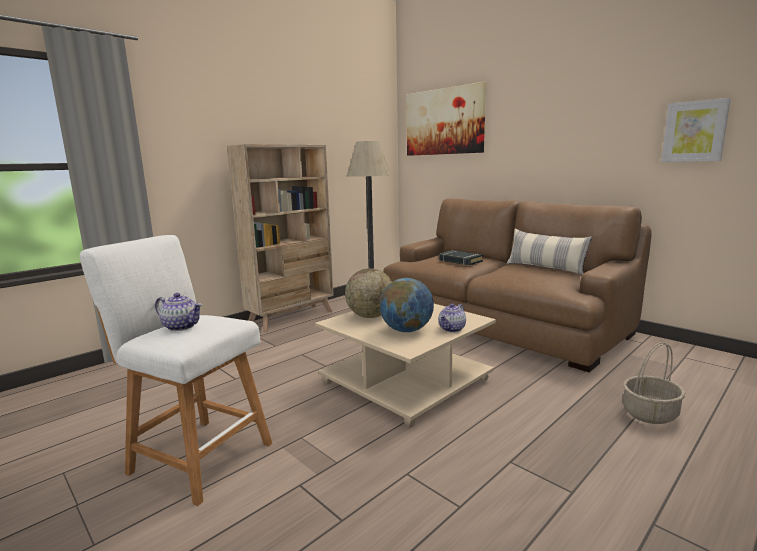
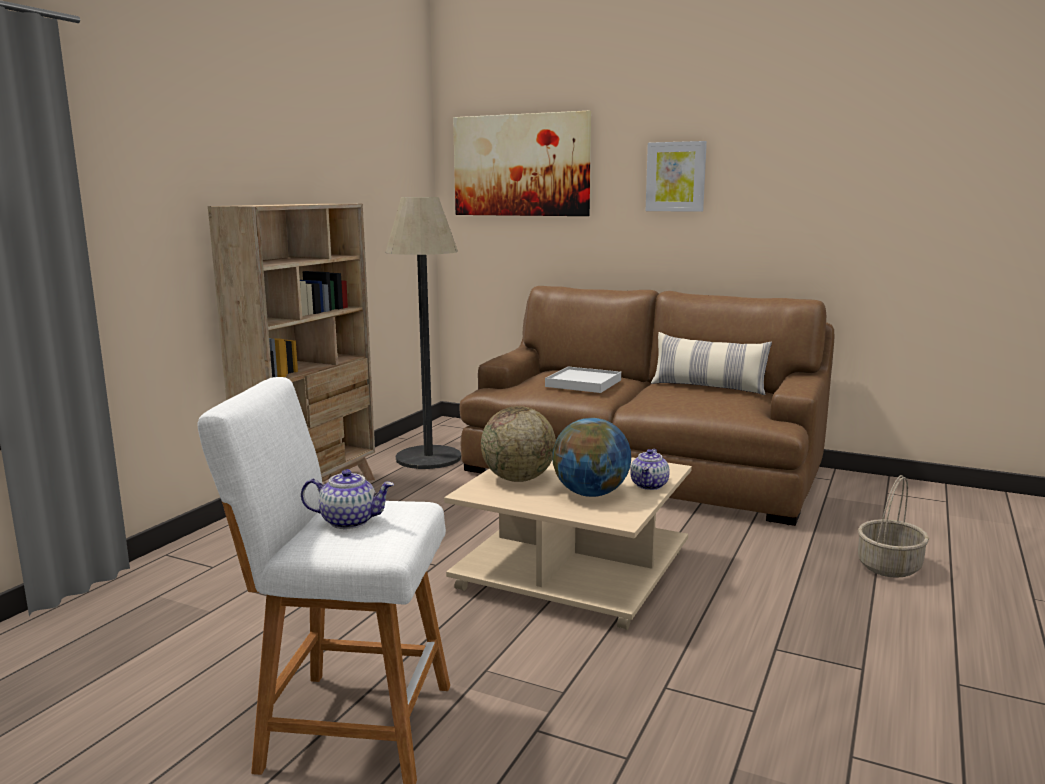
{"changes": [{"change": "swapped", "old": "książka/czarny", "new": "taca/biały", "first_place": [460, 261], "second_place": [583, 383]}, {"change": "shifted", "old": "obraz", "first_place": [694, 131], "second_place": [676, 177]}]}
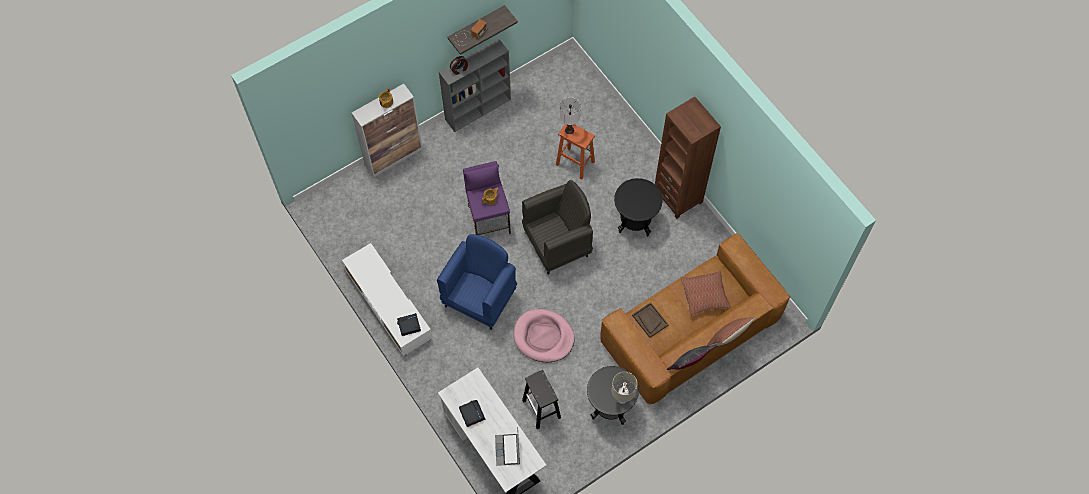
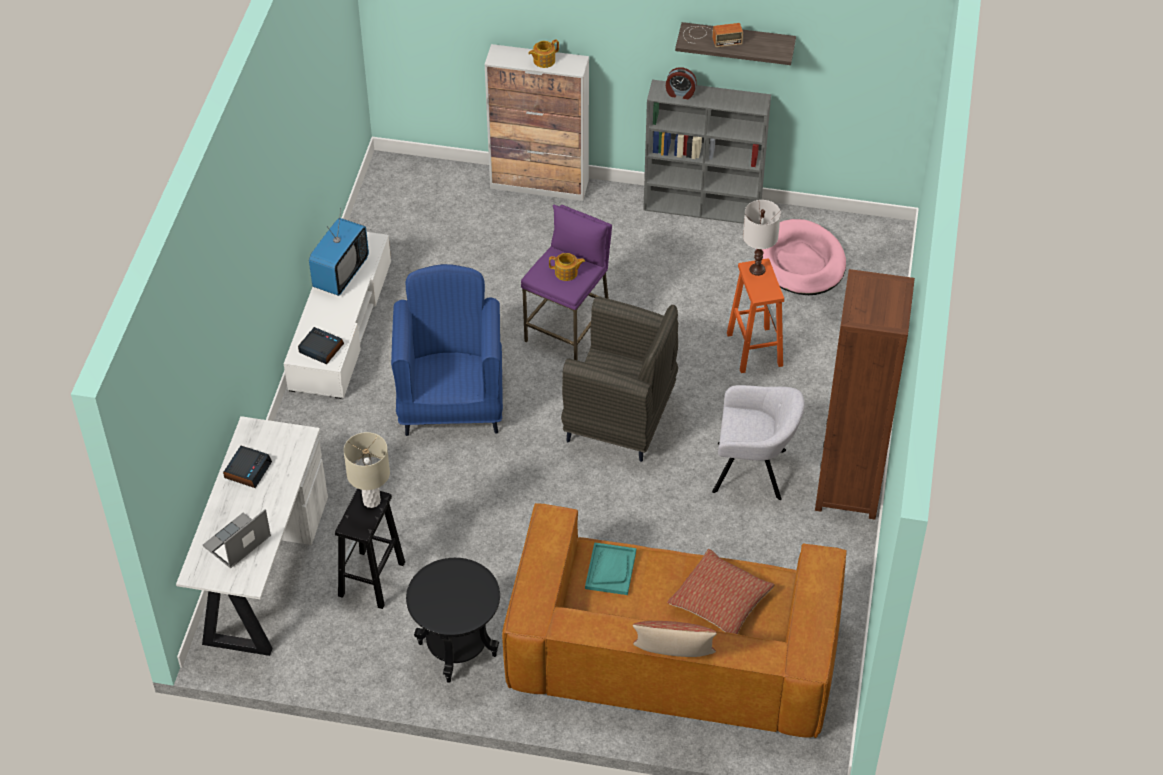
{"changes": [{"change": "rotated", "old": "fotel/niebieski", "first_place": [480, 298], "second_place": [451, 402], "degrees": -75}, {"change": "shifted", "old": "legowisko/różowy", "first_place": [543, 337], "second_place": [800, 262]}, {"change": "shifted", "old": "lampa stołowa/beżowy", "first_place": [622, 399], "second_place": [372, 501]}, {"change": "swapped", "old": "stolik/czarny", "new": "fotel/szary", "first_place": [635, 221], "second_place": [753, 471]}, {"change": "repainted", "old": "taca/brązowy", "new": "taca/turkusowy", "first_place": [650, 320], "second_place": [610, 570]}, {"change": "gone", "old": "poduszka/szary", "first_place": [689, 364]}, {"change": "new", "new": "telewizor", "second_place": [340, 274]}]}
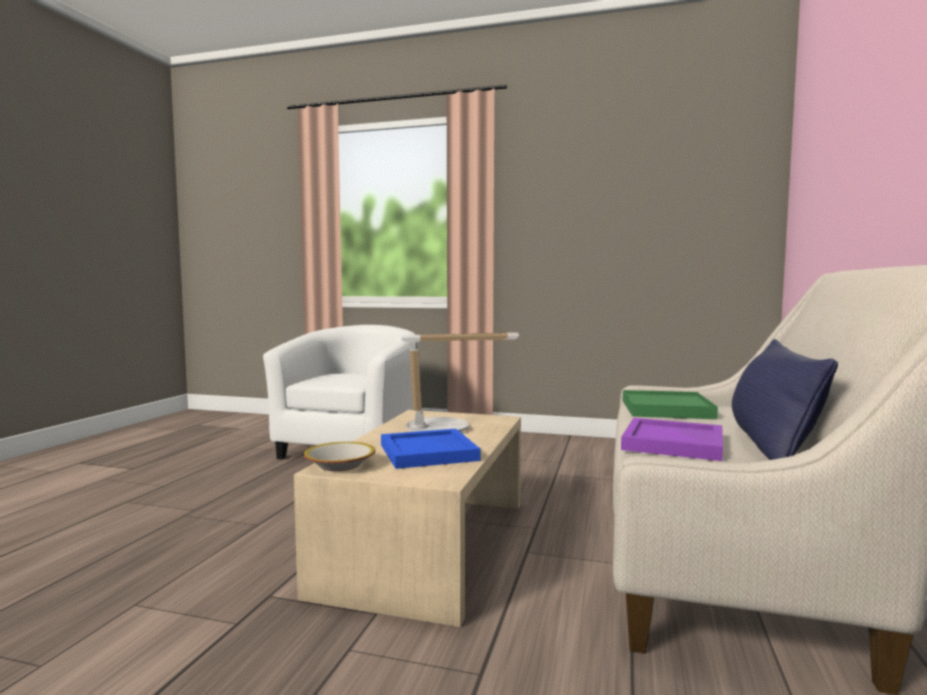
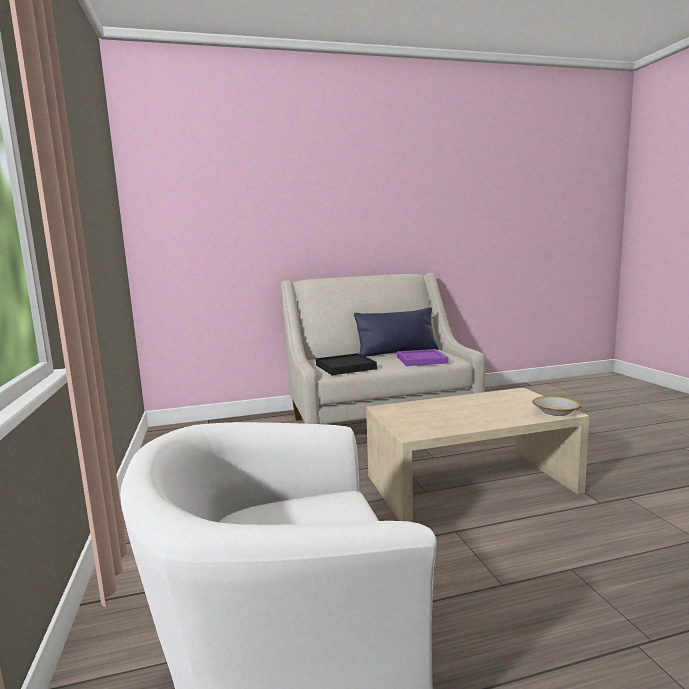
{"changes": [{"change": "gone", "old": "taca/niebieski", "first_place": [426, 452]}, {"change": "gone", "old": "lampa stołowa", "first_place": [446, 428]}, {"change": "repainted", "old": "taca/zielony", "new": "taca/czarny", "first_place": [666, 409], "second_place": [345, 367]}]}
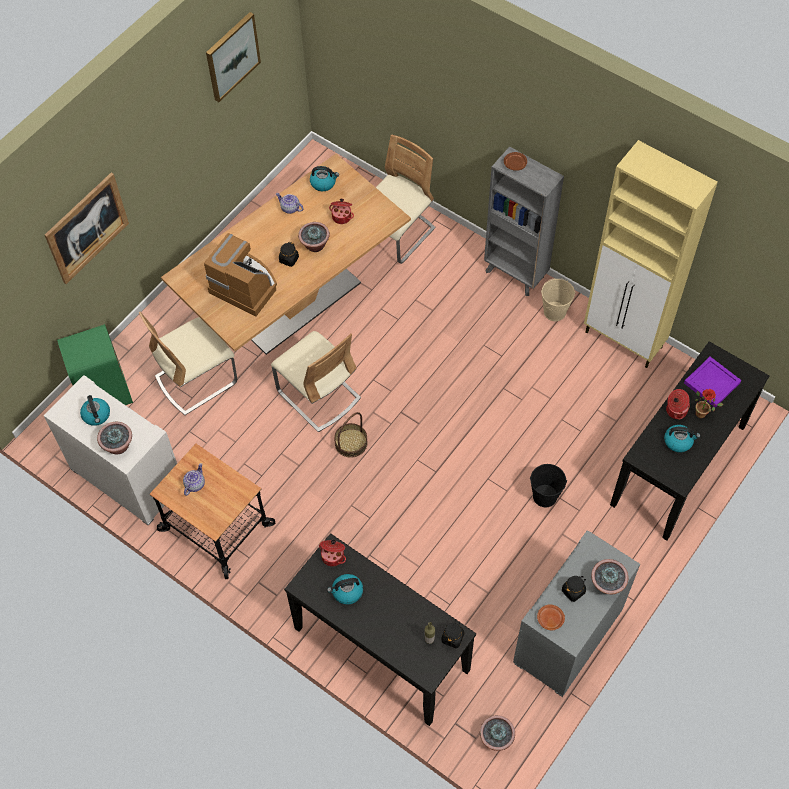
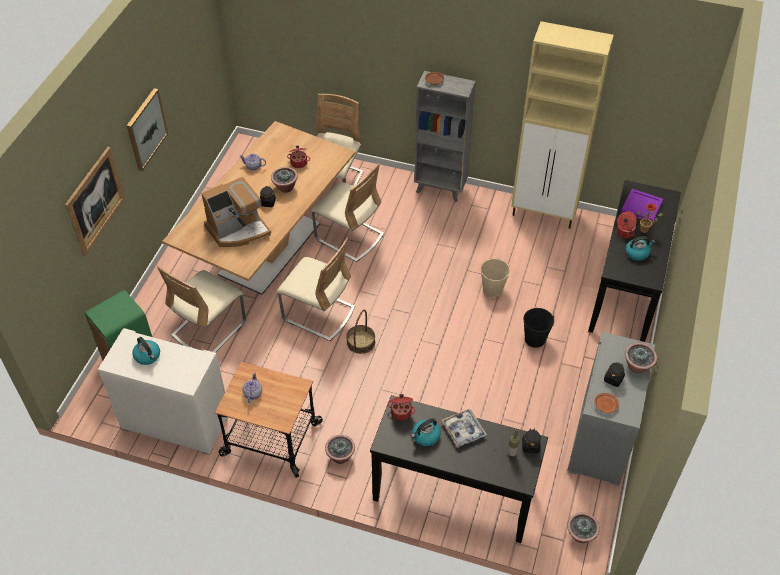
{"changes": [{"change": "shifted", "old": "roślina doniczkowa", "first_place": [118, 446], "second_place": [340, 456]}, {"change": "rotated", "old": "ekspres do kawy", "first_place": [245, 285], "second_place": [238, 230], "degrees": 135}, {"change": "shifted", "old": "obraz", "first_place": [232, 56], "second_place": [146, 129]}, {"change": "gone", "old": "czajnik", "first_place": [323, 183]}, {"change": "shifted", "old": "wiadro/beżowy", "first_place": [555, 312], "second_place": [493, 289]}, {"change": "new", "new": "krzesło/beżowy", "second_place": [349, 237]}, {"change": "new", "new": "taca", "second_place": [463, 430]}]}
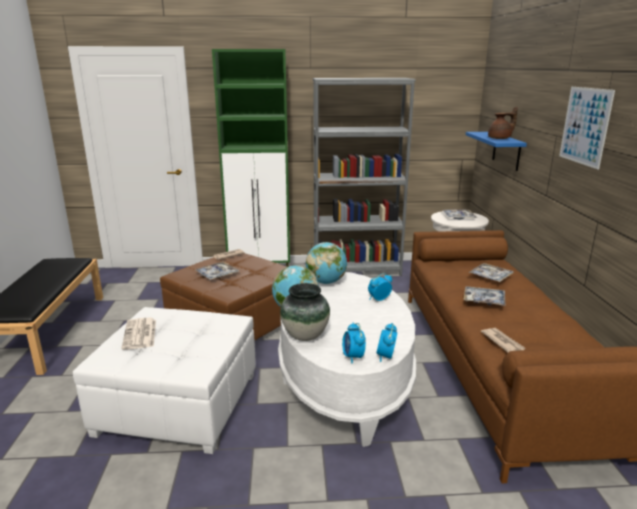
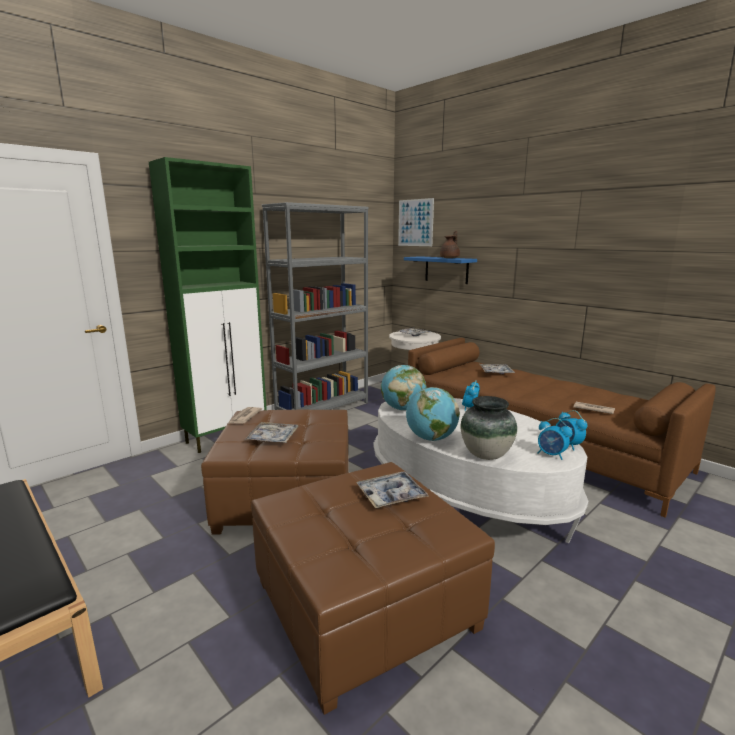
{"changes": [{"change": "repainted", "old": "pufa/biały", "new": "pufa/brązowy", "first_place": [178, 403], "second_place": [363, 604]}, {"change": "gone", "old": "gazeta", "first_place": [140, 334]}, {"change": "shifted", "old": "taca", "first_place": [484, 300], "second_place": [391, 496]}, {"change": "shifted", "old": "obraz", "first_place": [585, 126], "second_place": [415, 222]}]}
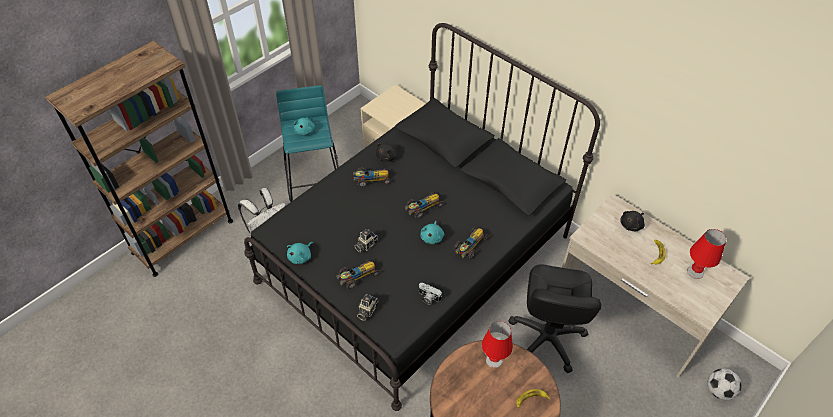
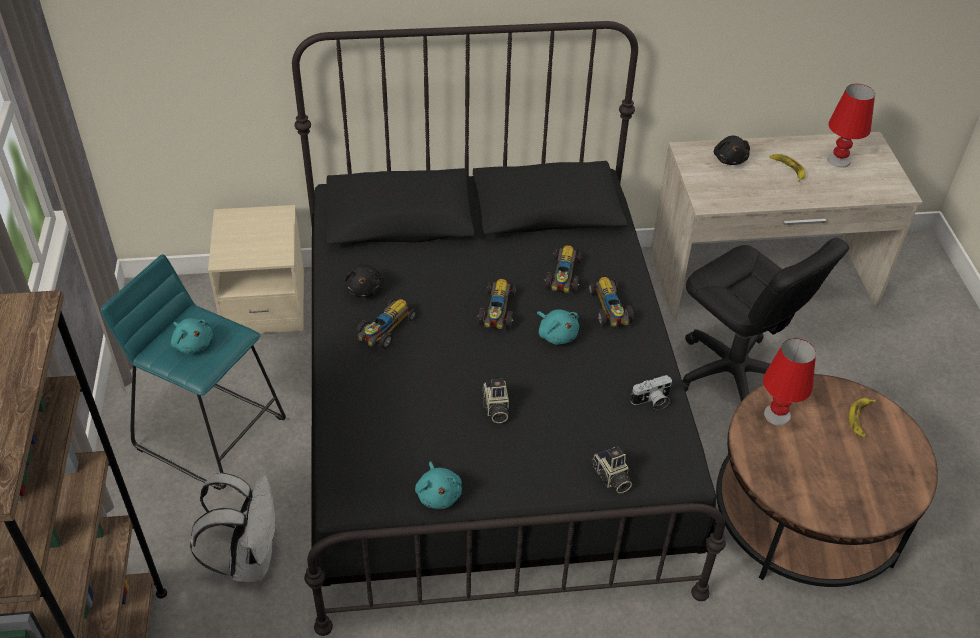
{"changes": [{"change": "shifted", "old": "samochodzik", "first_place": [357, 276], "second_place": [563, 277]}, {"change": "gone", "old": "piłka futbolowa", "first_place": [719, 390]}]}
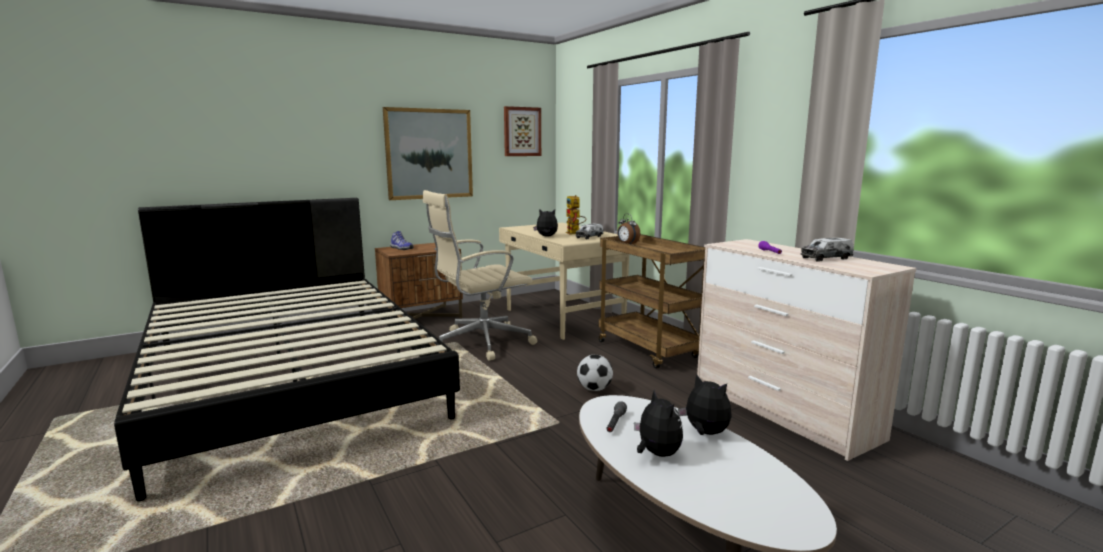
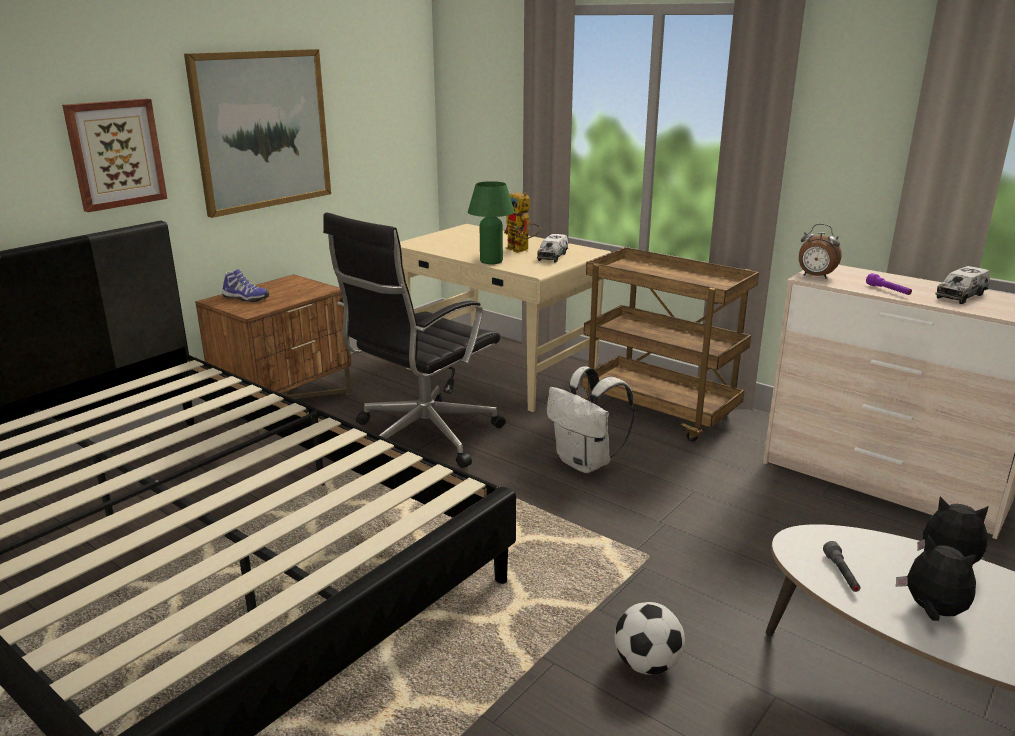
{"changes": [{"change": "repainted", "old": "krzesło biurowe/beżowy", "new": "krzesło biurowe/czarny", "first_place": [480, 343], "second_place": [422, 437]}, {"change": "shifted", "old": "obraz", "first_place": [522, 131], "second_place": [115, 154]}, {"change": "swapped", "old": "pluszak", "new": "lampa stołowa/zielony", "first_place": [546, 236], "second_place": [491, 261]}, {"change": "shifted", "old": "piłka futbolowa", "first_place": [594, 389], "second_place": [647, 665]}, {"change": "shifted", "old": "budzik", "first_place": [627, 244], "second_place": [815, 276]}, {"change": "new", "new": "plecak/biały", "second_place": [586, 463]}]}
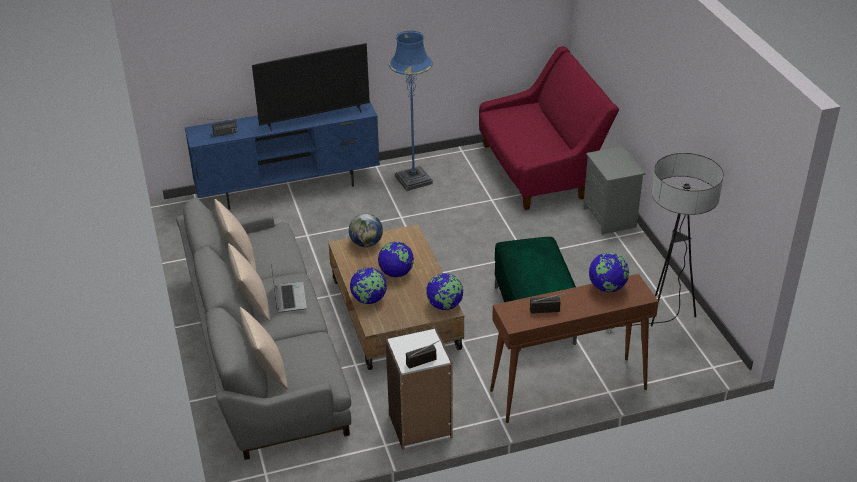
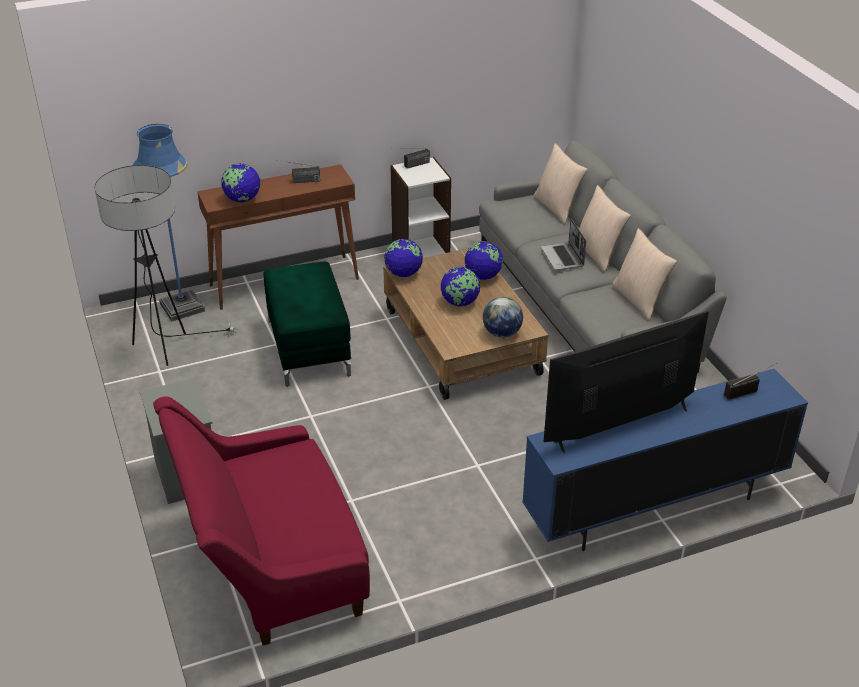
{"changes": [{"change": "shifted", "old": "lampa stojąca/niebieski", "first_place": [413, 180], "second_place": [182, 307]}]}
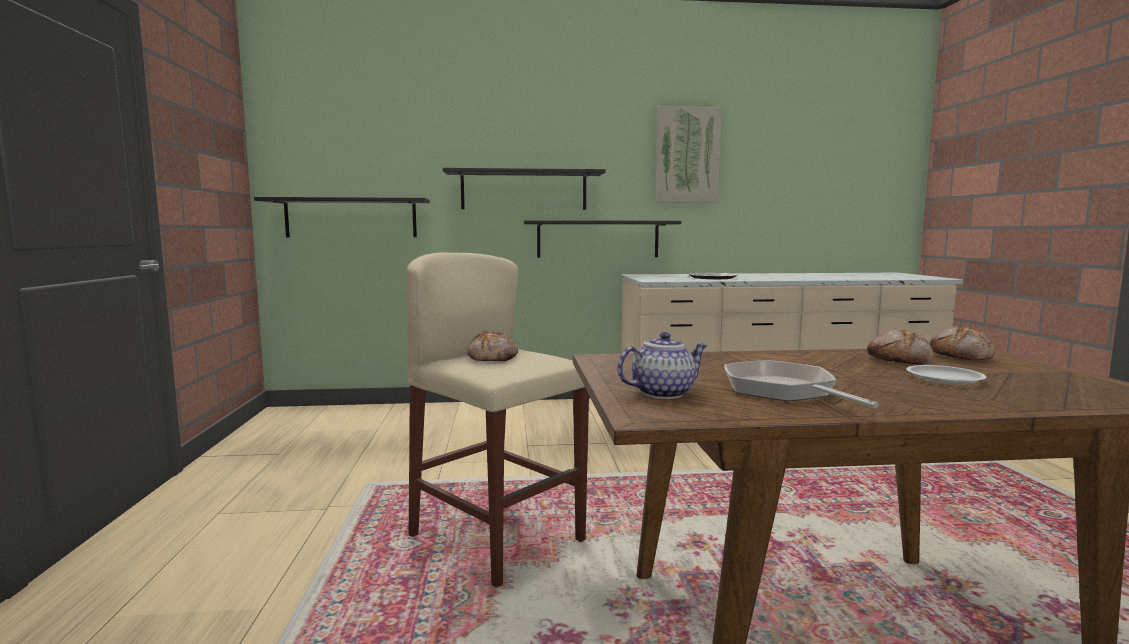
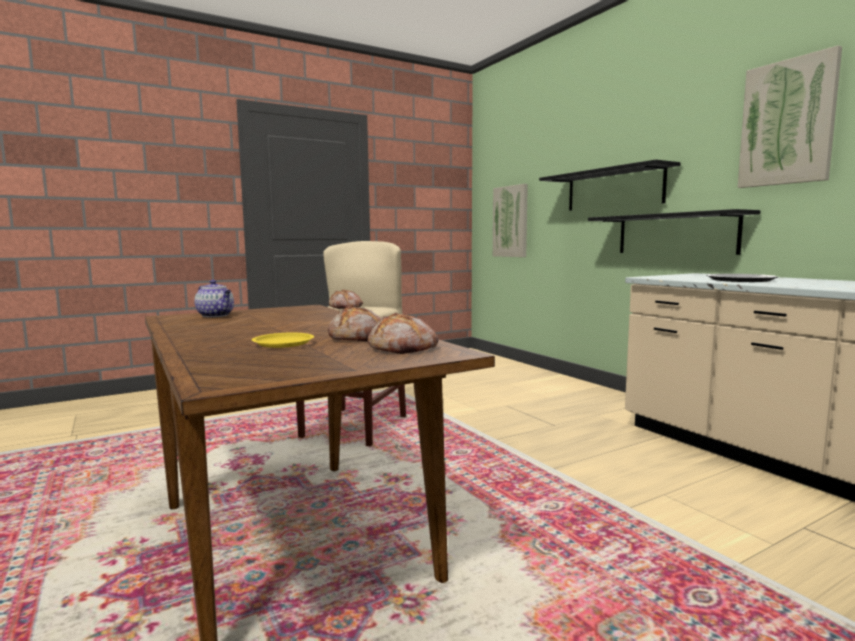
{"changes": [{"change": "swapped", "old": "półka/czarny", "new": "obraz", "first_place": [351, 218], "second_place": [510, 221]}, {"change": "gone", "old": "patelnia", "first_place": [783, 391]}, {"change": "repainted", "old": "talerz/biały", "new": "talerz/żółty", "first_place": [944, 379], "second_place": [284, 343]}]}
